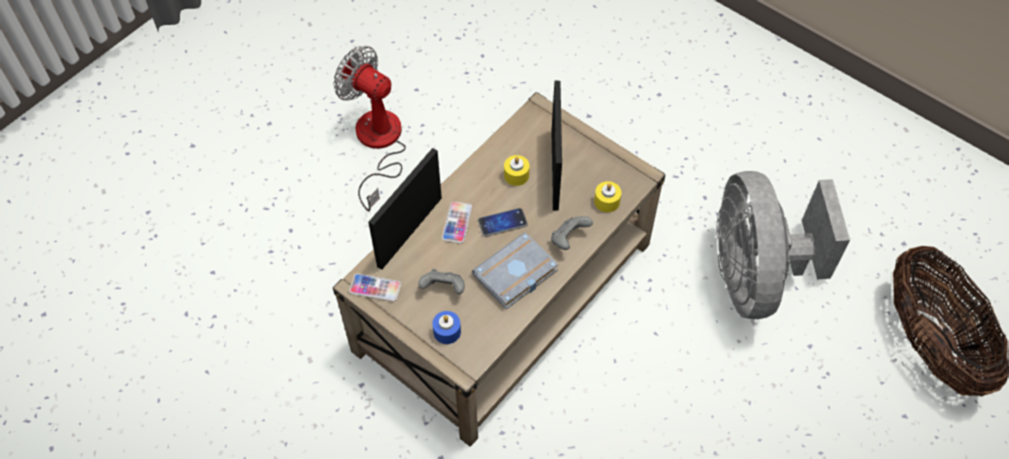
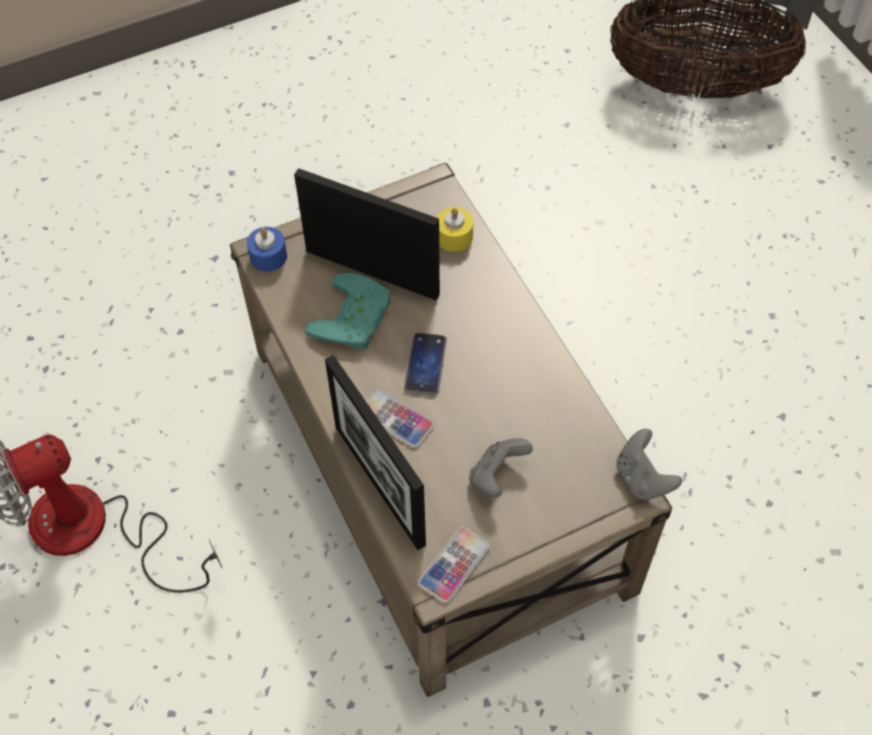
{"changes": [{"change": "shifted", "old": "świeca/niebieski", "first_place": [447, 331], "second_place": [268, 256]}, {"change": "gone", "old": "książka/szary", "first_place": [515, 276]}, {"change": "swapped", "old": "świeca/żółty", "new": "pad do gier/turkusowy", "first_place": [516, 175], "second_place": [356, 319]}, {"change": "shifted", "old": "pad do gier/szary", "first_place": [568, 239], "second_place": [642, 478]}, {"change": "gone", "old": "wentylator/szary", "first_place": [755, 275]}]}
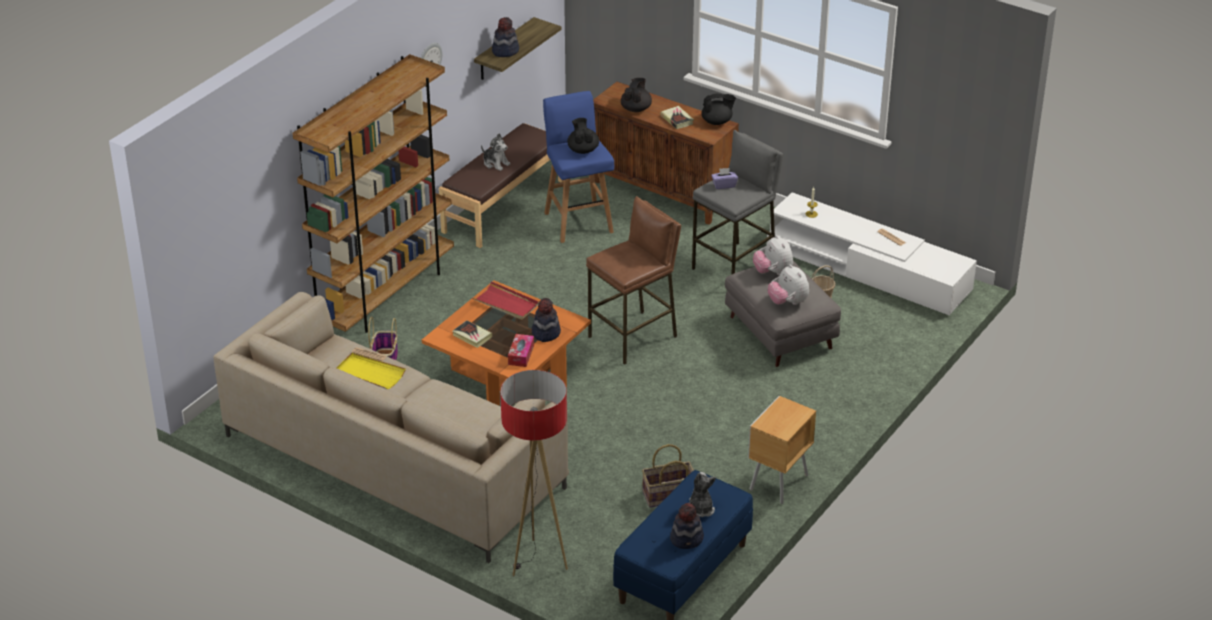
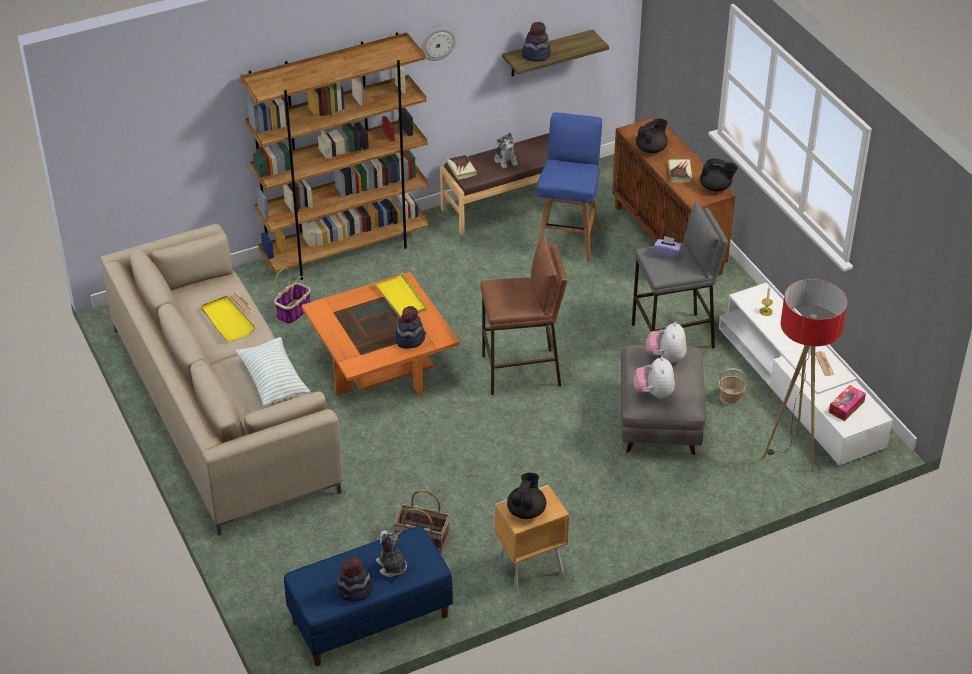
{"changes": [{"change": "shifted", "old": "książka", "first_place": [472, 336], "second_place": [461, 169]}, {"change": "repainted", "old": "taca/czerwony", "new": "taca/żółty", "first_place": [506, 303], "second_place": [400, 298]}, {"change": "shifted", "old": "lampa stojąca", "first_place": [537, 561], "second_place": [790, 455]}, {"change": "shifted", "old": "pudełko chusteczek", "first_place": [521, 355], "second_place": [846, 407]}, {"change": "shifted", "old": "imbryk/czarny", "first_place": [583, 150], "second_place": [526, 510]}, {"change": "rotated", "old": "pluszak", "first_place": [700, 509], "second_place": [392, 566], "degrees": -60}, {"change": "new", "new": "poduszka", "second_place": [273, 380]}]}
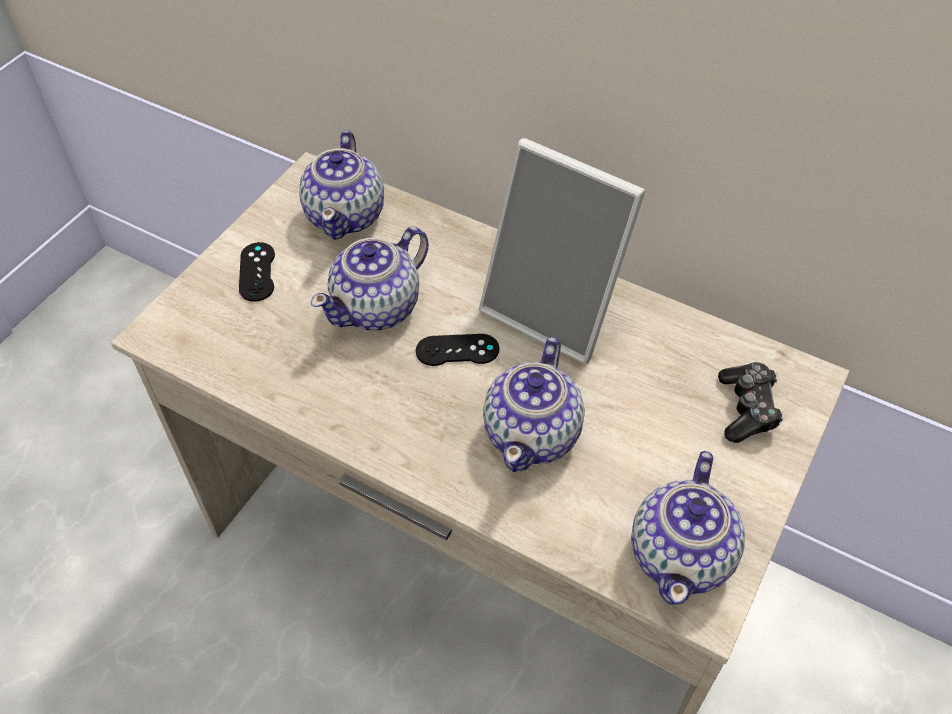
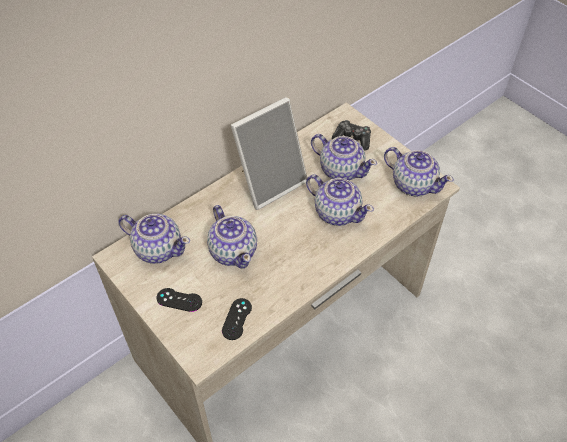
{"changes": [{"change": "shifted", "old": "pad do gier/czarny", "first_place": [457, 350], "second_place": [237, 319]}, {"change": "new", "new": "imbryk", "second_place": [341, 170]}]}
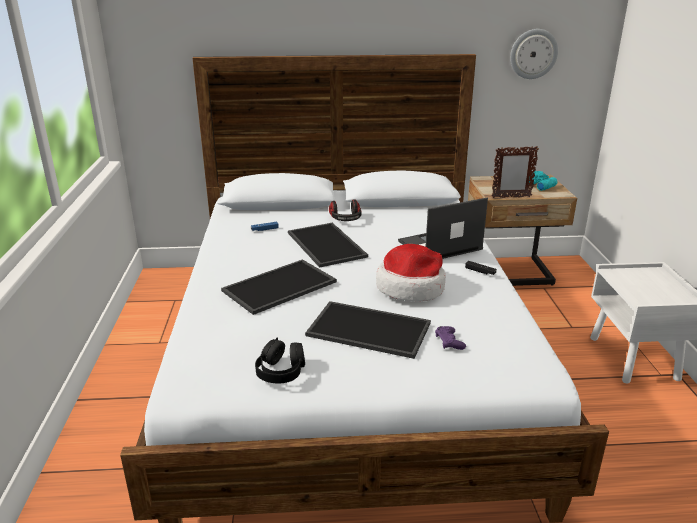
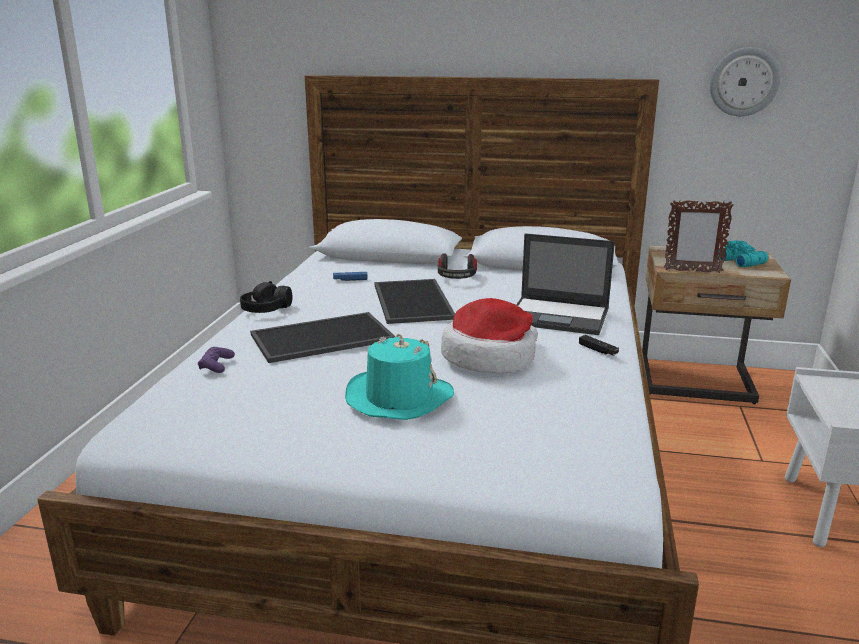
{"changes": [{"change": "shifted", "old": "słuchawki/czarny", "first_place": [281, 371], "second_place": [266, 309]}, {"change": "swapped", "old": "taca", "new": "kapelusz/turkusowy", "first_place": [367, 330], "second_place": [398, 397]}, {"change": "rotated", "old": "laptop", "first_place": [439, 245], "second_place": [559, 316], "degrees": -150}, {"change": "shifted", "old": "pad do gier/fioletowy", "first_place": [449, 342], "second_place": [216, 365]}]}
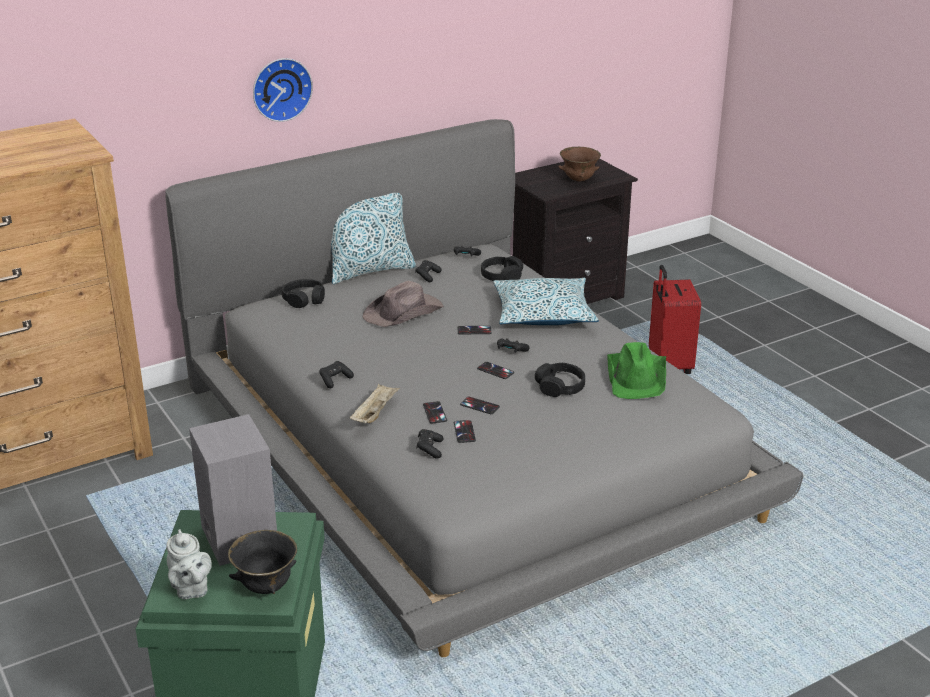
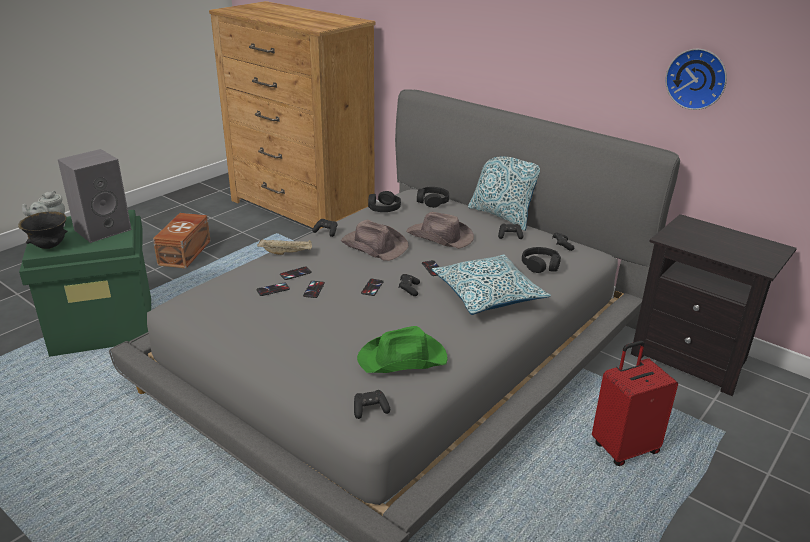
{"changes": [{"change": "shifted", "old": "zegar ścienny", "first_place": [280, 88], "second_place": [697, 78]}, {"change": "shifted", "old": "pad do gier/czarny", "first_place": [429, 449], "second_place": [370, 409]}, {"change": "shifted", "old": "słuchawki/czarny", "first_place": [560, 387], "second_place": [383, 208]}, {"change": "gone", "old": "miska/brązowy", "first_place": [578, 180]}, {"change": "new", "new": "pojemnik do przechowywania/brązowy", "second_place": [186, 252]}, {"change": "new", "new": "kapelusz/brązowy", "second_place": [374, 245]}]}
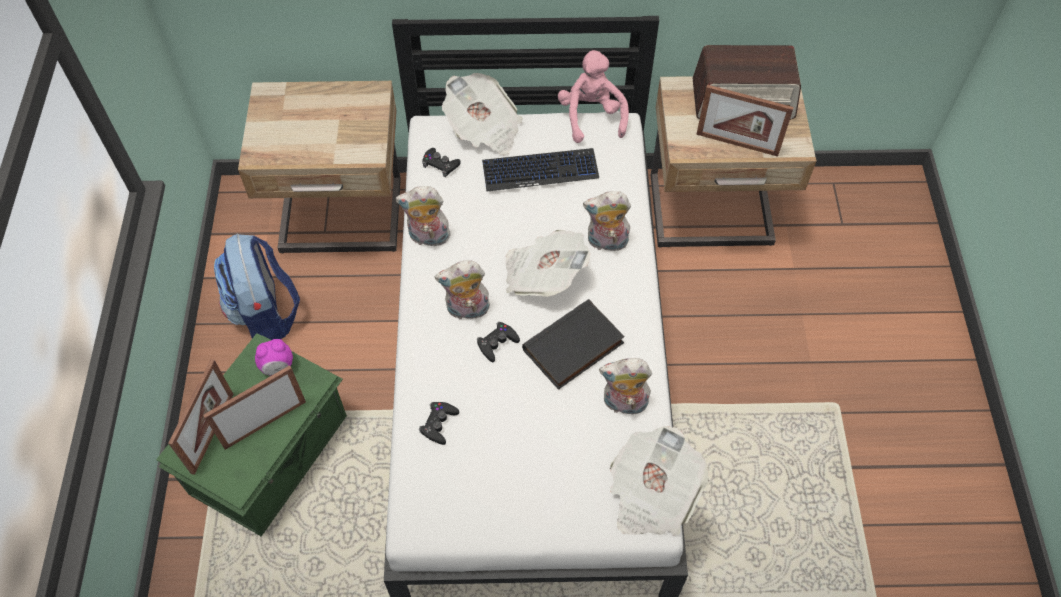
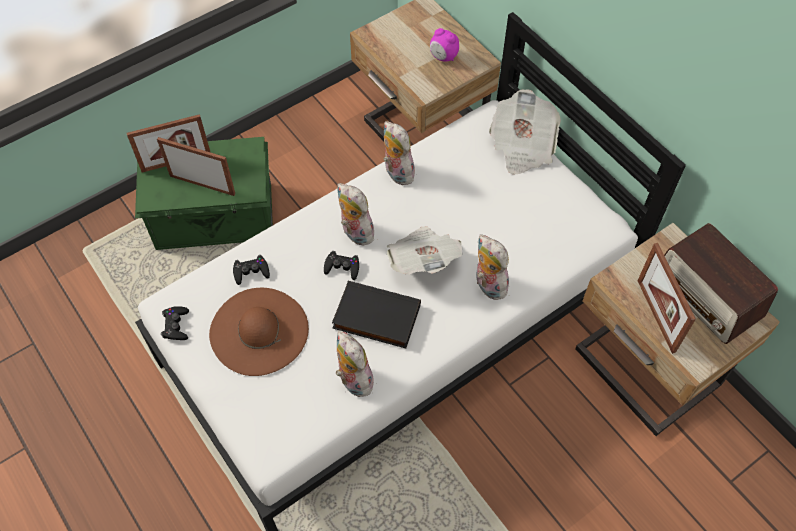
{"changes": [{"change": "gone", "old": "plecak", "first_place": [266, 314]}, {"change": "shifted", "old": "budzik", "first_place": [278, 367], "second_place": [443, 57]}, {"change": "shifted", "old": "pad do gier/czarny", "first_place": [440, 164], "second_place": [176, 326]}, {"change": "gone", "old": "klawiatura", "first_place": [540, 170]}, {"change": "gone", "old": "pluszak/różowy", "first_place": [591, 116]}, {"change": "gone", "old": "gazeta", "first_place": [651, 494]}, {"change": "new", "new": "kapelusz/brązowy", "second_place": [259, 331]}]}
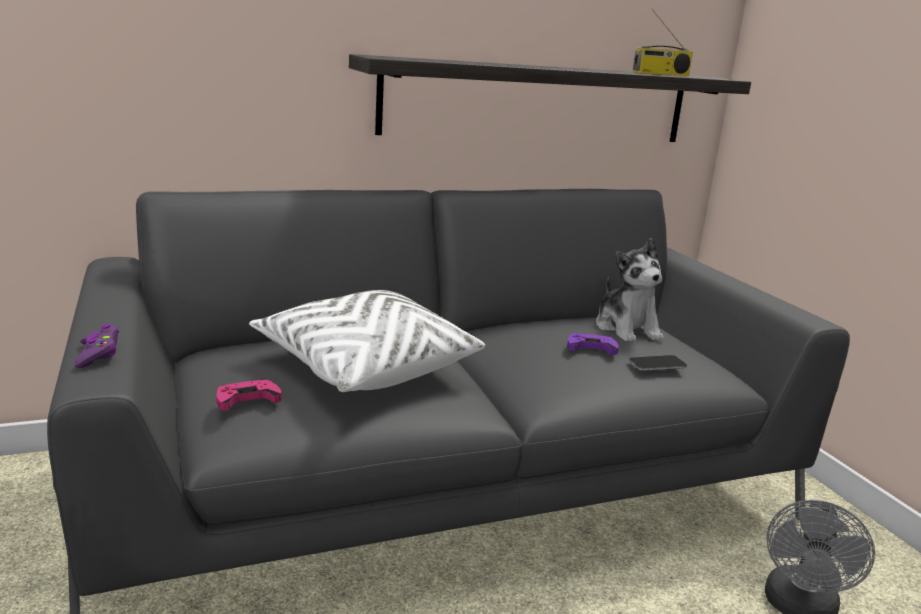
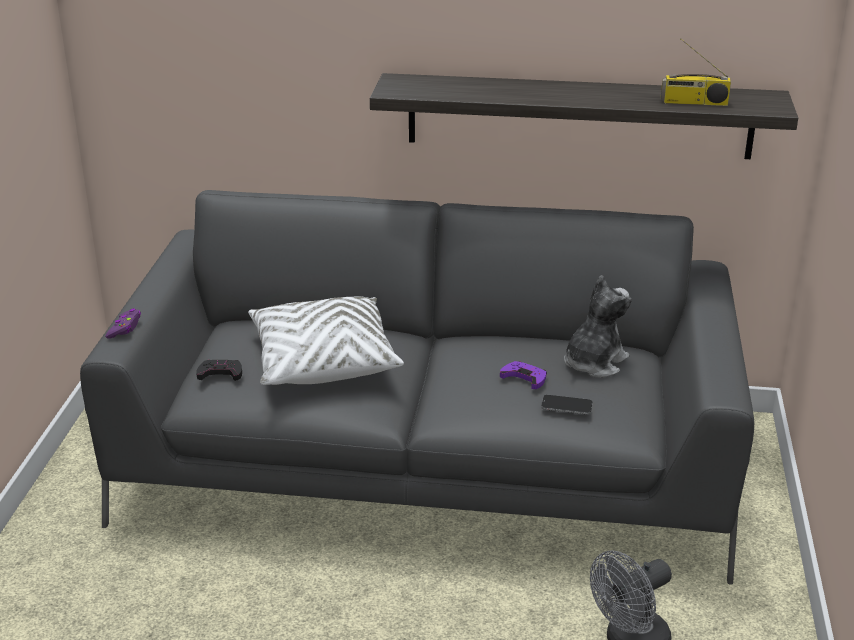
{"changes": [{"change": "repainted", "old": "pad do gier/różowy", "new": "pad do gier/czarny", "first_place": [247, 399], "second_place": [220, 373]}, {"change": "rotated", "old": "pluszak", "first_place": [627, 329], "second_place": [593, 363], "degrees": -150}]}
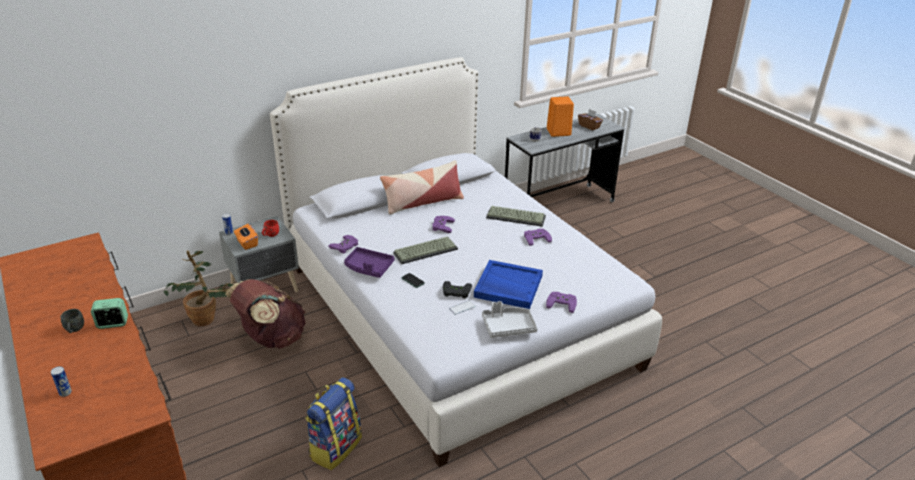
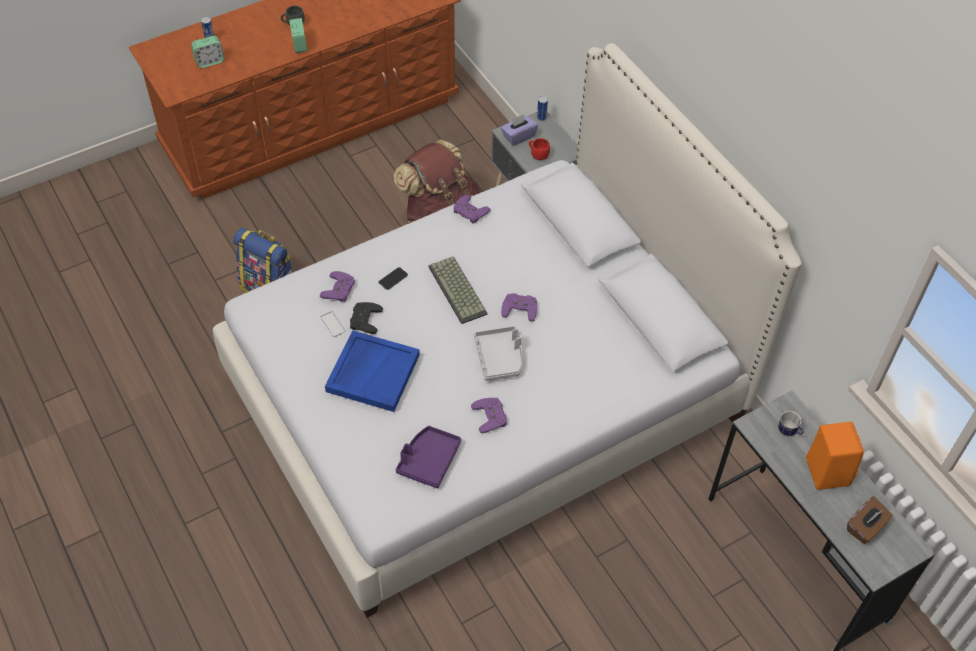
{"changes": [{"change": "gone", "old": "roślina doniczkowa", "first_place": [208, 321]}, {"change": "repainted", "old": "pudełko chusteczek/pomarańczowy", "new": "pudełko chusteczek/fioletowy", "first_place": [247, 243], "second_place": [518, 136]}, {"change": "shifted", "old": "taca/fioletowy", "first_place": [368, 268], "second_place": [428, 460]}, {"change": "gone", "old": "poduszka", "first_place": [422, 202]}, {"change": "shifted", "old": "taca/szary", "first_place": [508, 327], "second_place": [500, 358]}, {"change": "gone", "old": "klawiatura", "first_place": [516, 216]}, {"change": "shifted", "old": "pad do gier/fioletowy", "first_place": [562, 303], "second_place": [340, 290]}, {"change": "new", "new": "budzik", "second_place": [209, 61]}]}
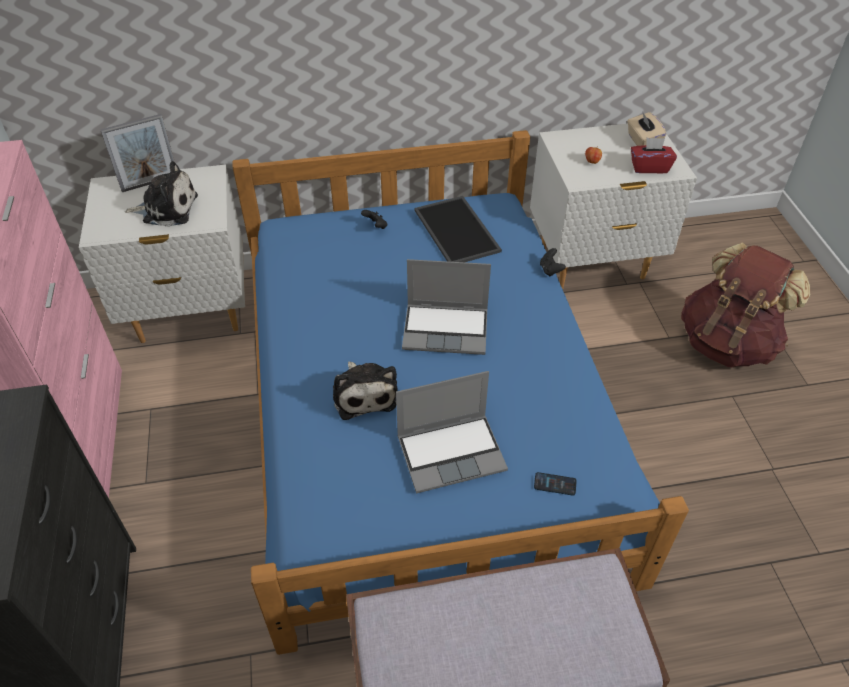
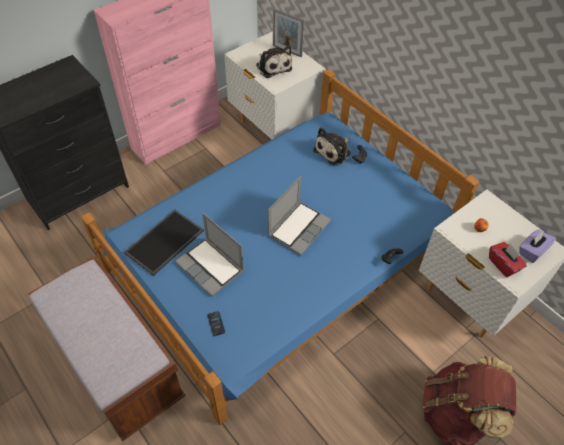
{"changes": [{"change": "shifted", "old": "pluszak", "first_place": [364, 394], "second_place": [334, 151]}, {"change": "rotated", "old": "laptop", "first_place": [446, 329], "second_place": [299, 227], "degrees": -120}, {"change": "shifted", "old": "taca", "first_place": [458, 231], "second_place": [165, 243]}, {"change": "repainted", "old": "pudełko chusteczek/beżowy", "new": "pudełko chusteczek/fioletowy", "first_place": [642, 142], "second_place": [532, 251]}]}
